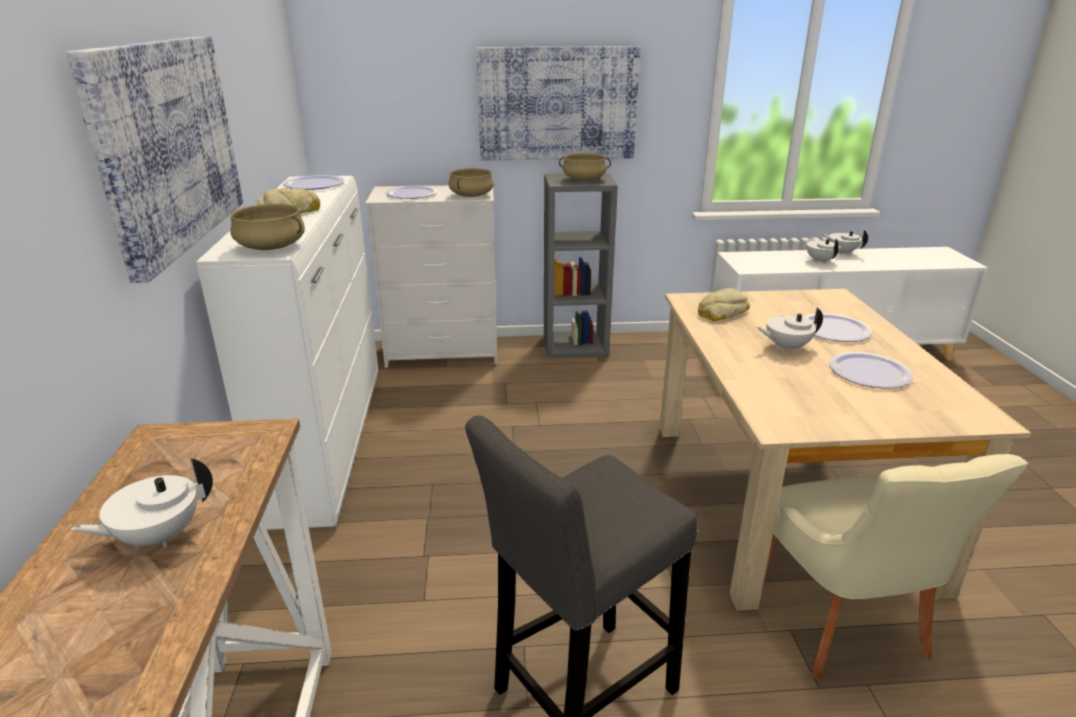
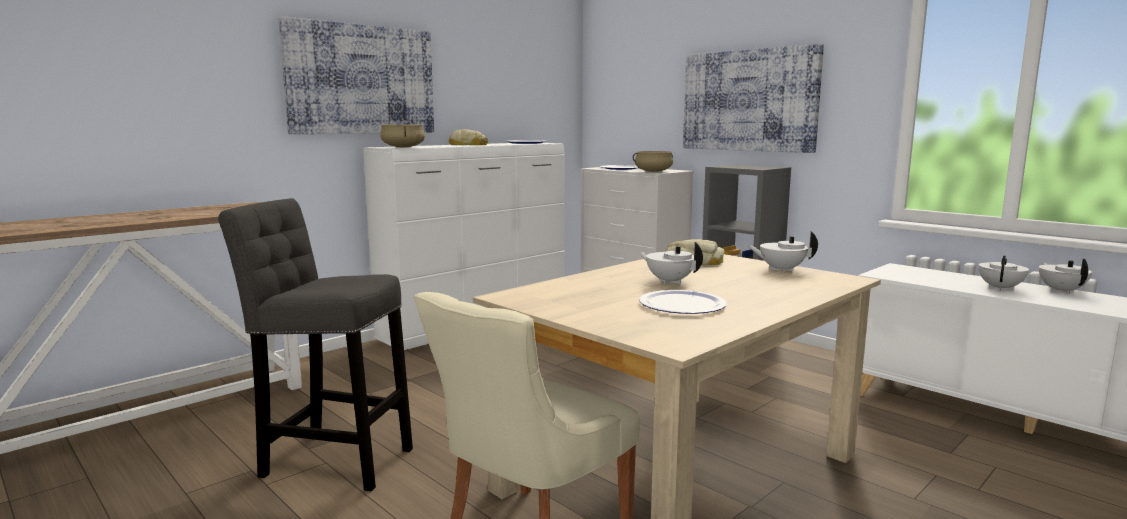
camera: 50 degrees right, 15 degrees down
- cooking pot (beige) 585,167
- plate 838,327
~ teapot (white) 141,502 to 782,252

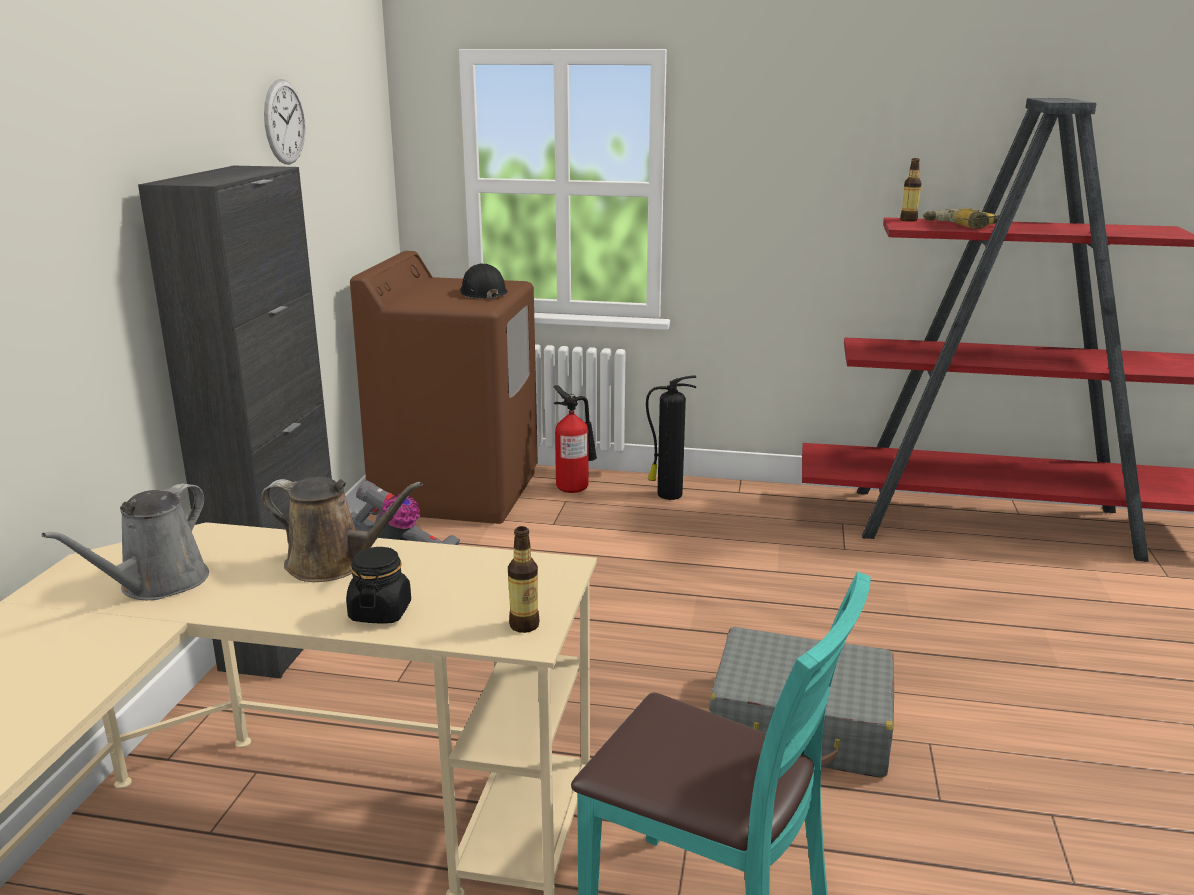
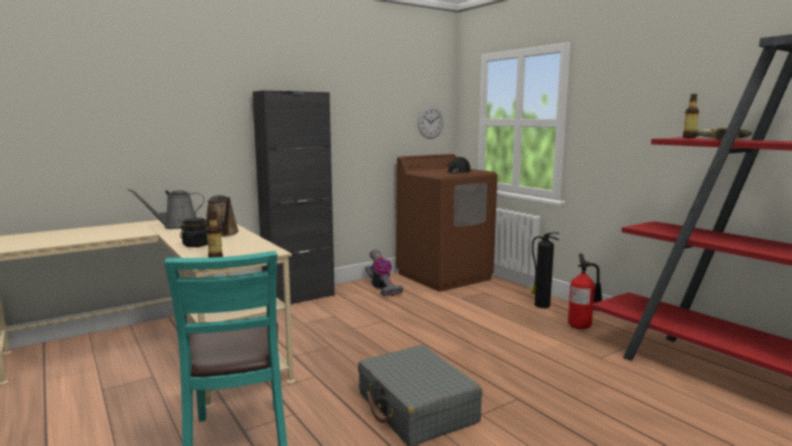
camera: 45 degrees right, 10 degrees down
~ wall clock 284,122 to 430,122
~ fire extinguisher 575,439 to 585,291

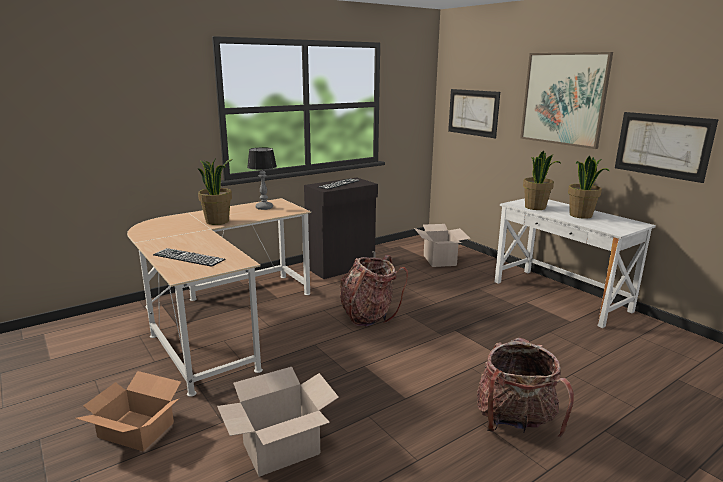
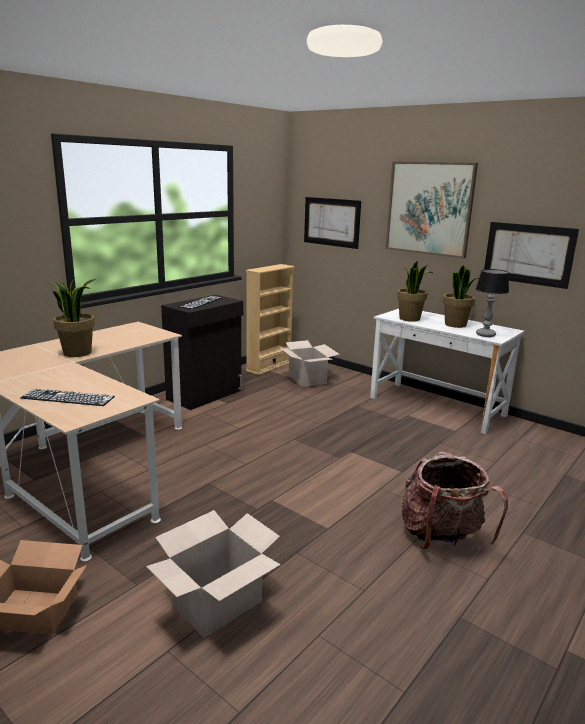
camera: 15 degrees left, 0 degrees up
- backpack 374,290
+ bookcase (beige) 270,319
~ table lamp 262,178 to 492,303

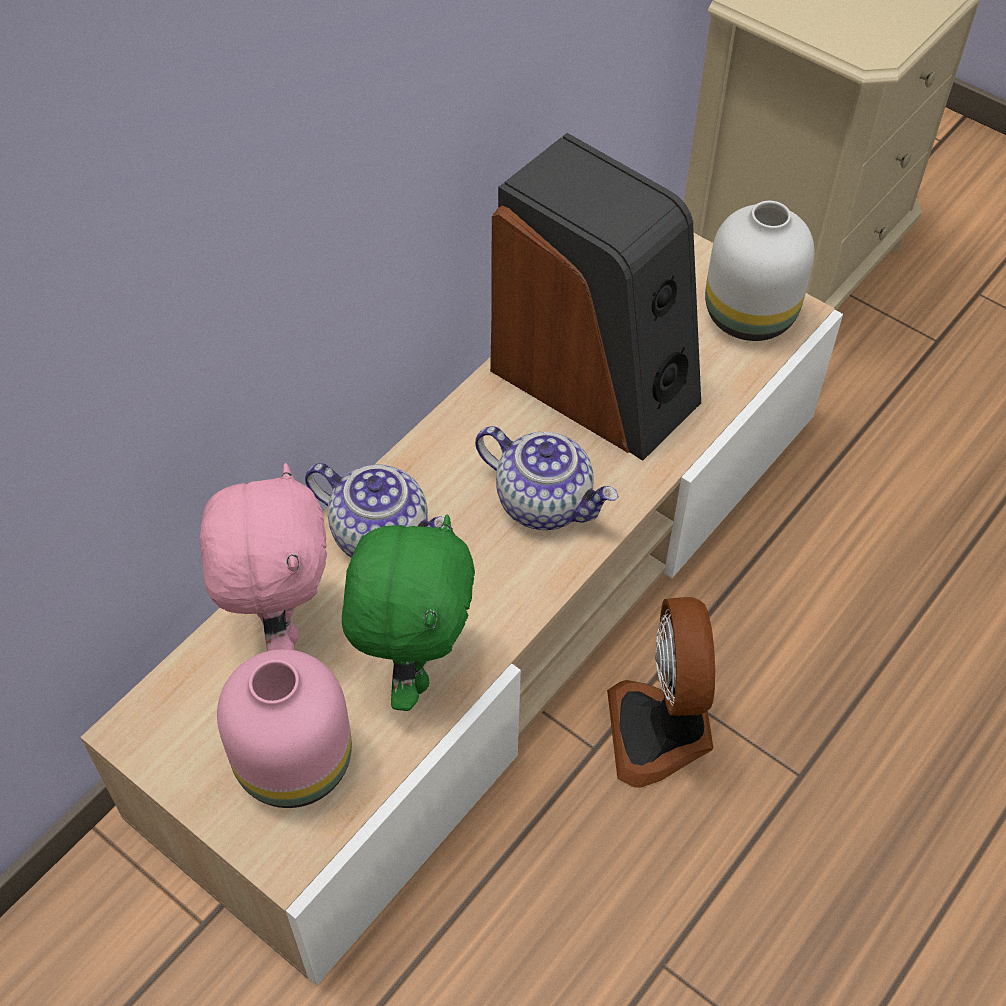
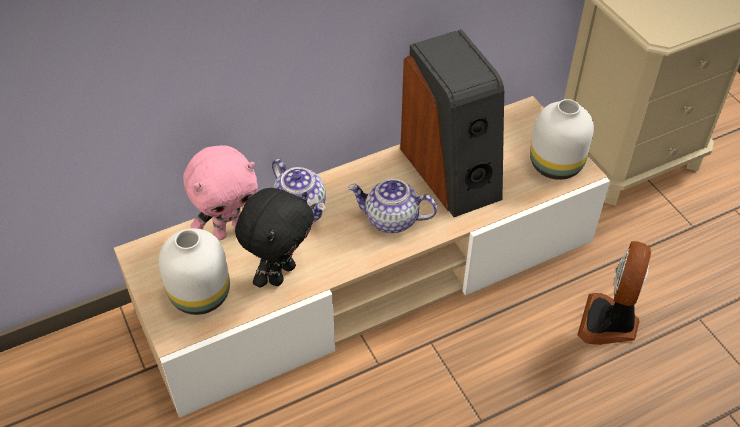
camera: 25 degrees right, 5 degrees down
~ fan 661,692 to 614,293
~ vase (pink) 284,728 to vase (white) 194,271
~ plush toy (green) 408,612 to plush toy (black) 274,238
~ plush toy (pink) 263,557 = 220,192 45 degrees clockwise
~ teapot 547,478 = 392,206 135 degrees clockwise

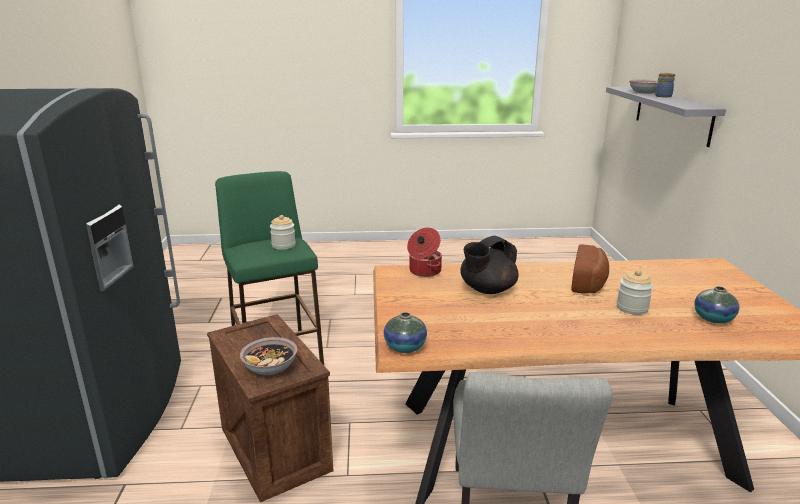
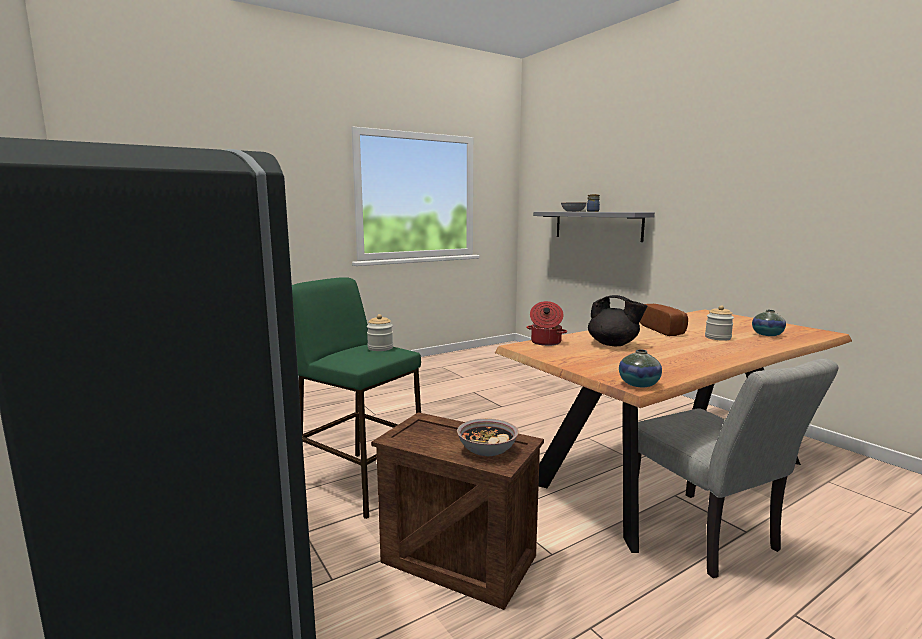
camera: 30 degrees left, 10 degrees down
~ teapot (black) 489,265 = 617,320 75 degrees counterclockwise

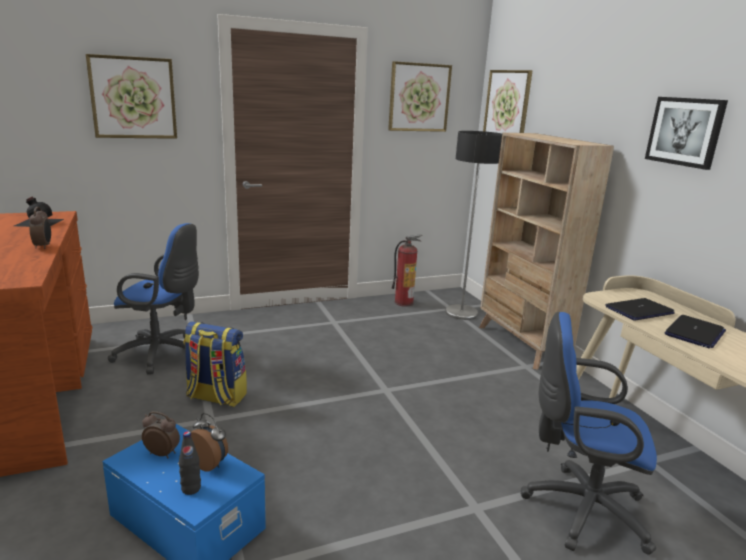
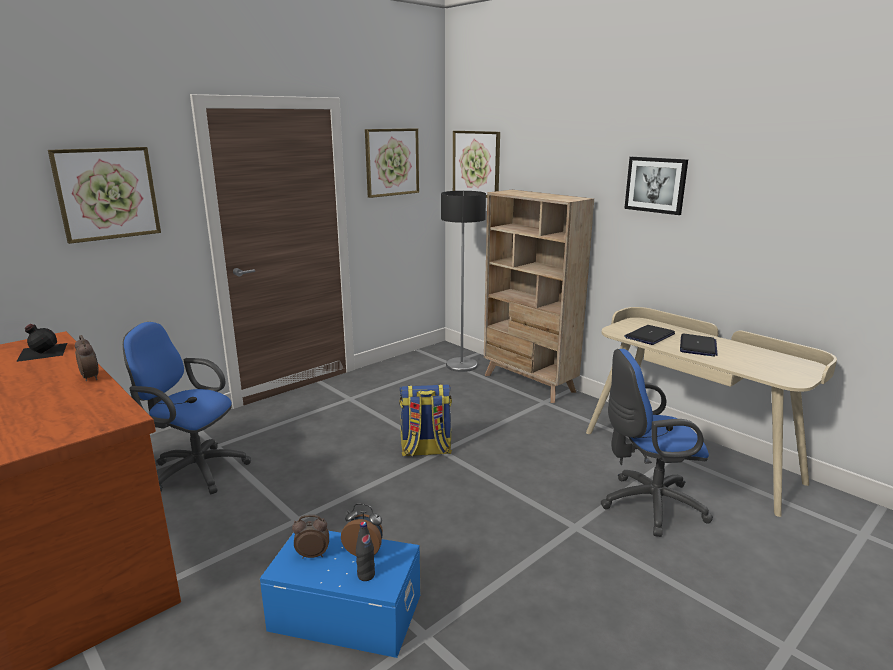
camera: 20 degrees left, 0 degrees up
- fire extinguisher 407,270
~ backpack 215,364 to 425,420
~ office chair (blue) 153,298 = 187,408 150 degrees counterclockwise

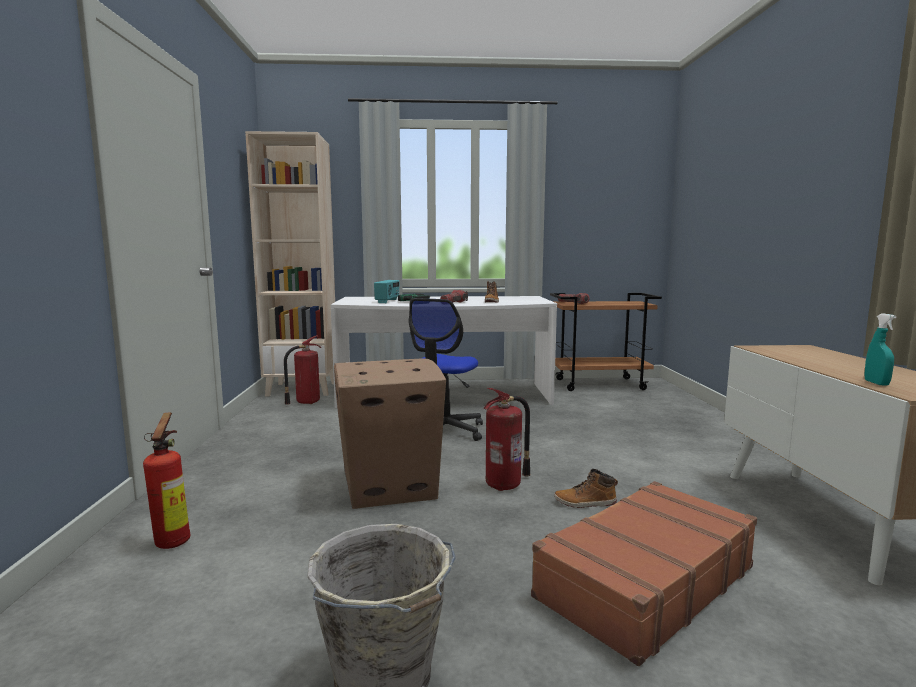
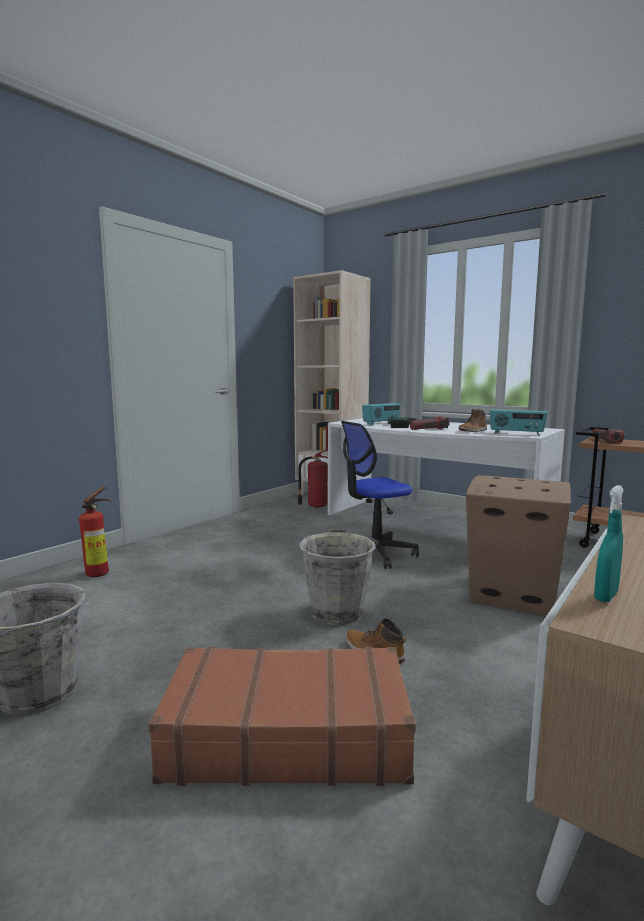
camera: 40 degrees right, 0 degrees up
+ radio 519,422
~ cardboard box 390,433 to 518,545
~ fire extinguisher 507,439 to bucket (grey) 338,577

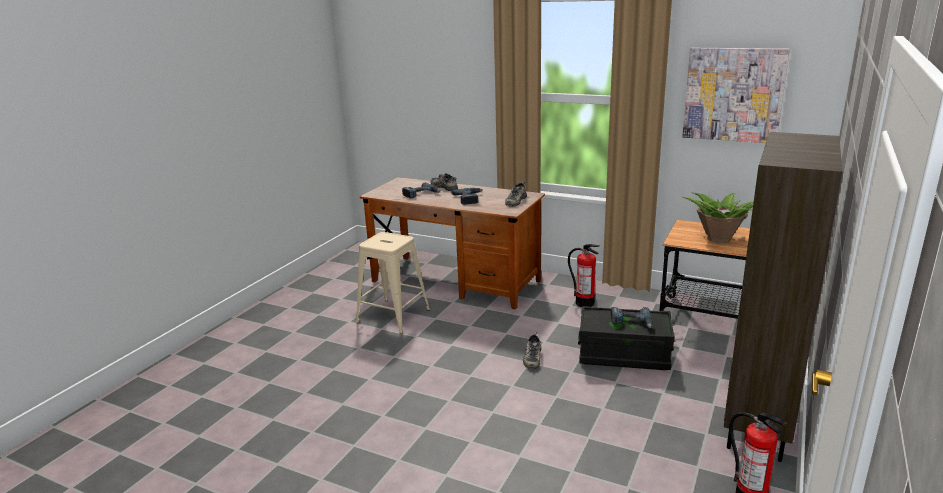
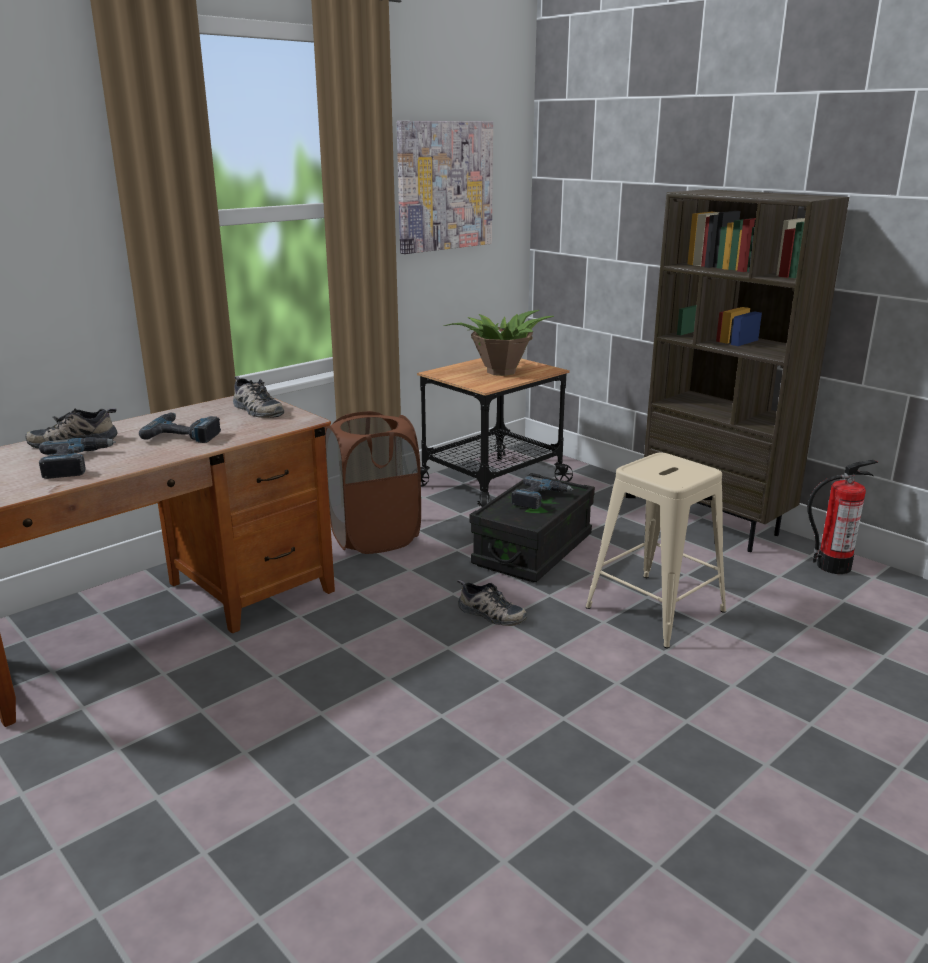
camera: 70 degrees left, 0 degrees up
~ stool (beige) 393,283 to 655,550
~ fire extinguisher 584,275 to laundry basket (brown) 373,482

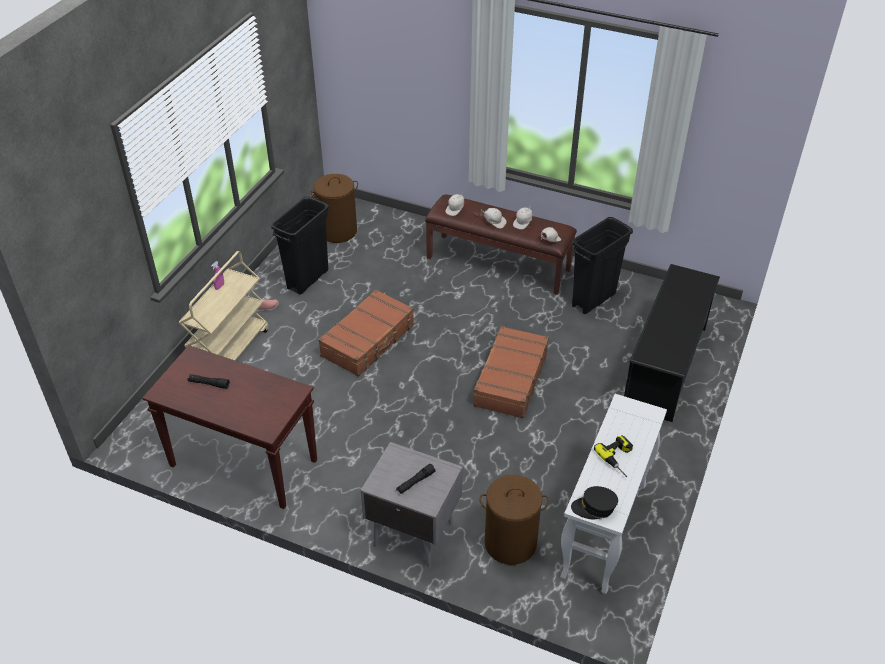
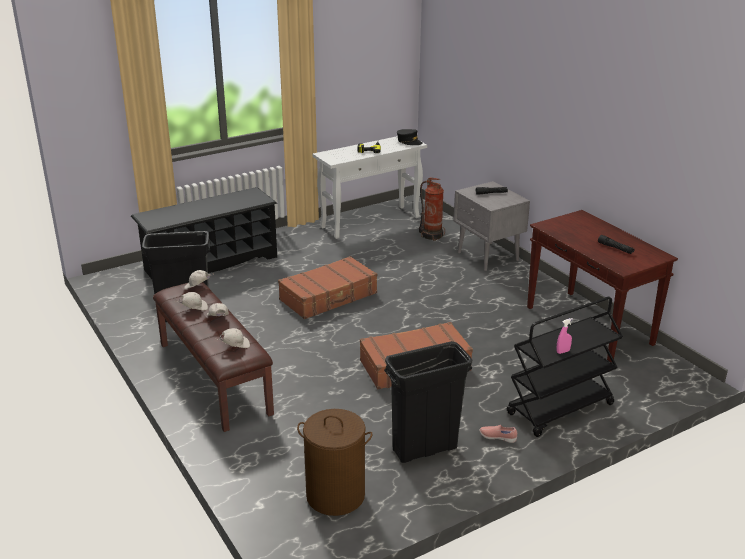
camera: 145 degrees left, 15 degrees down
~ laundry basket (brown) 514,520 to fire extinguisher 432,209
~ cart (beige) 223,306 to cart (black) 565,367

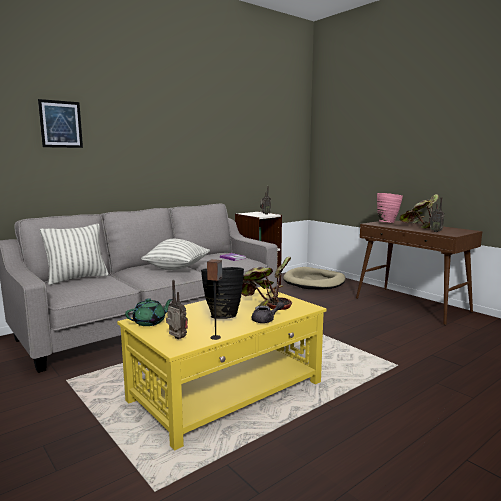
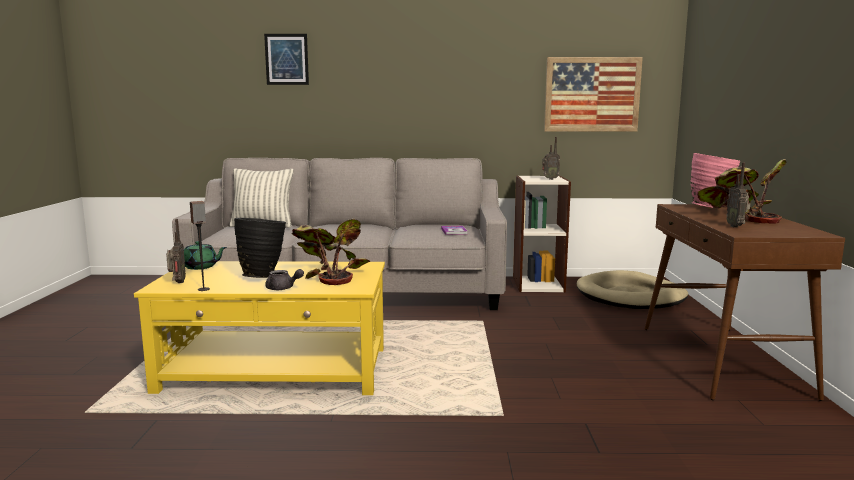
camera: 40 degrees right, 0 degrees up
- pillow 175,254
+ picture 593,94

